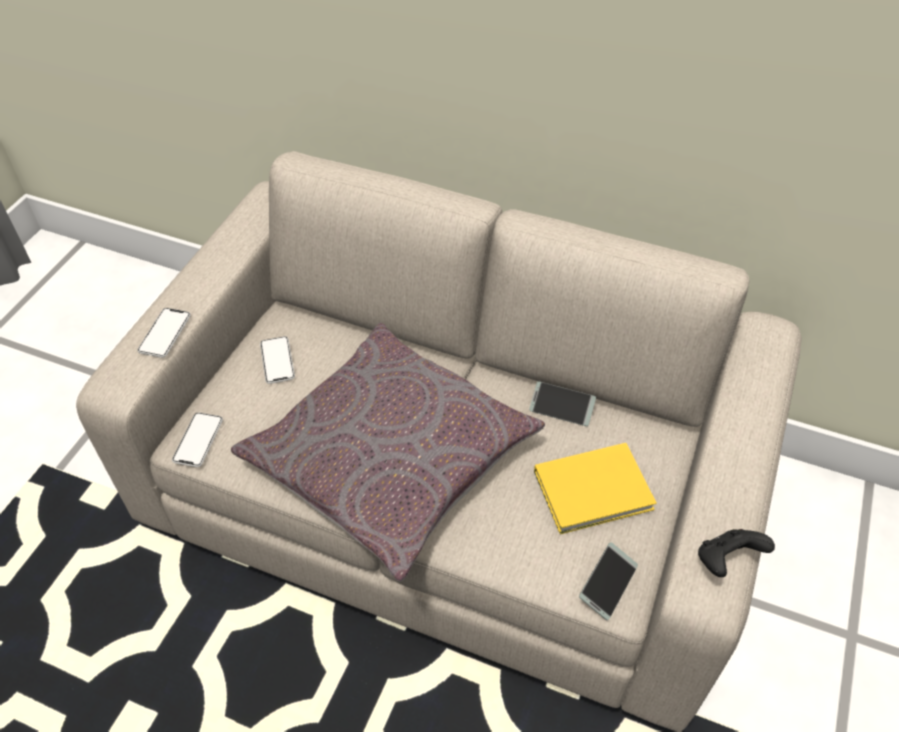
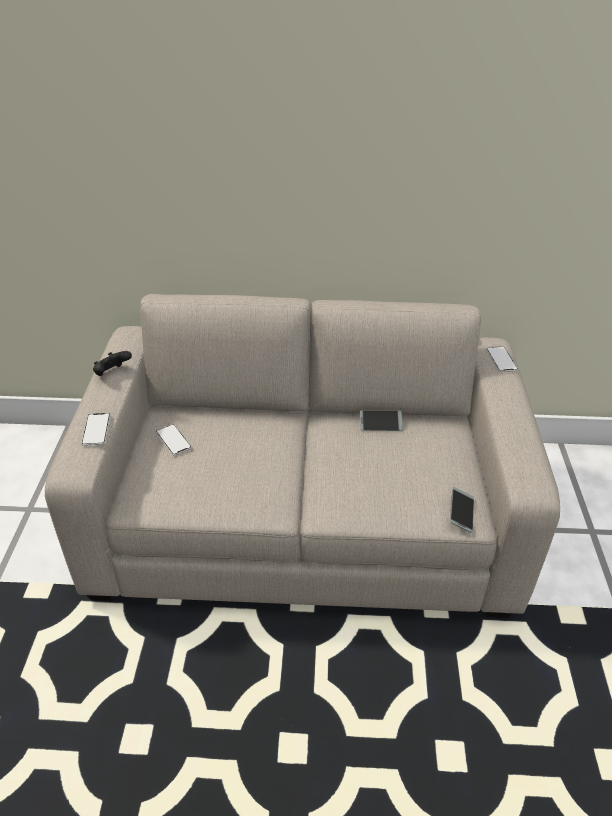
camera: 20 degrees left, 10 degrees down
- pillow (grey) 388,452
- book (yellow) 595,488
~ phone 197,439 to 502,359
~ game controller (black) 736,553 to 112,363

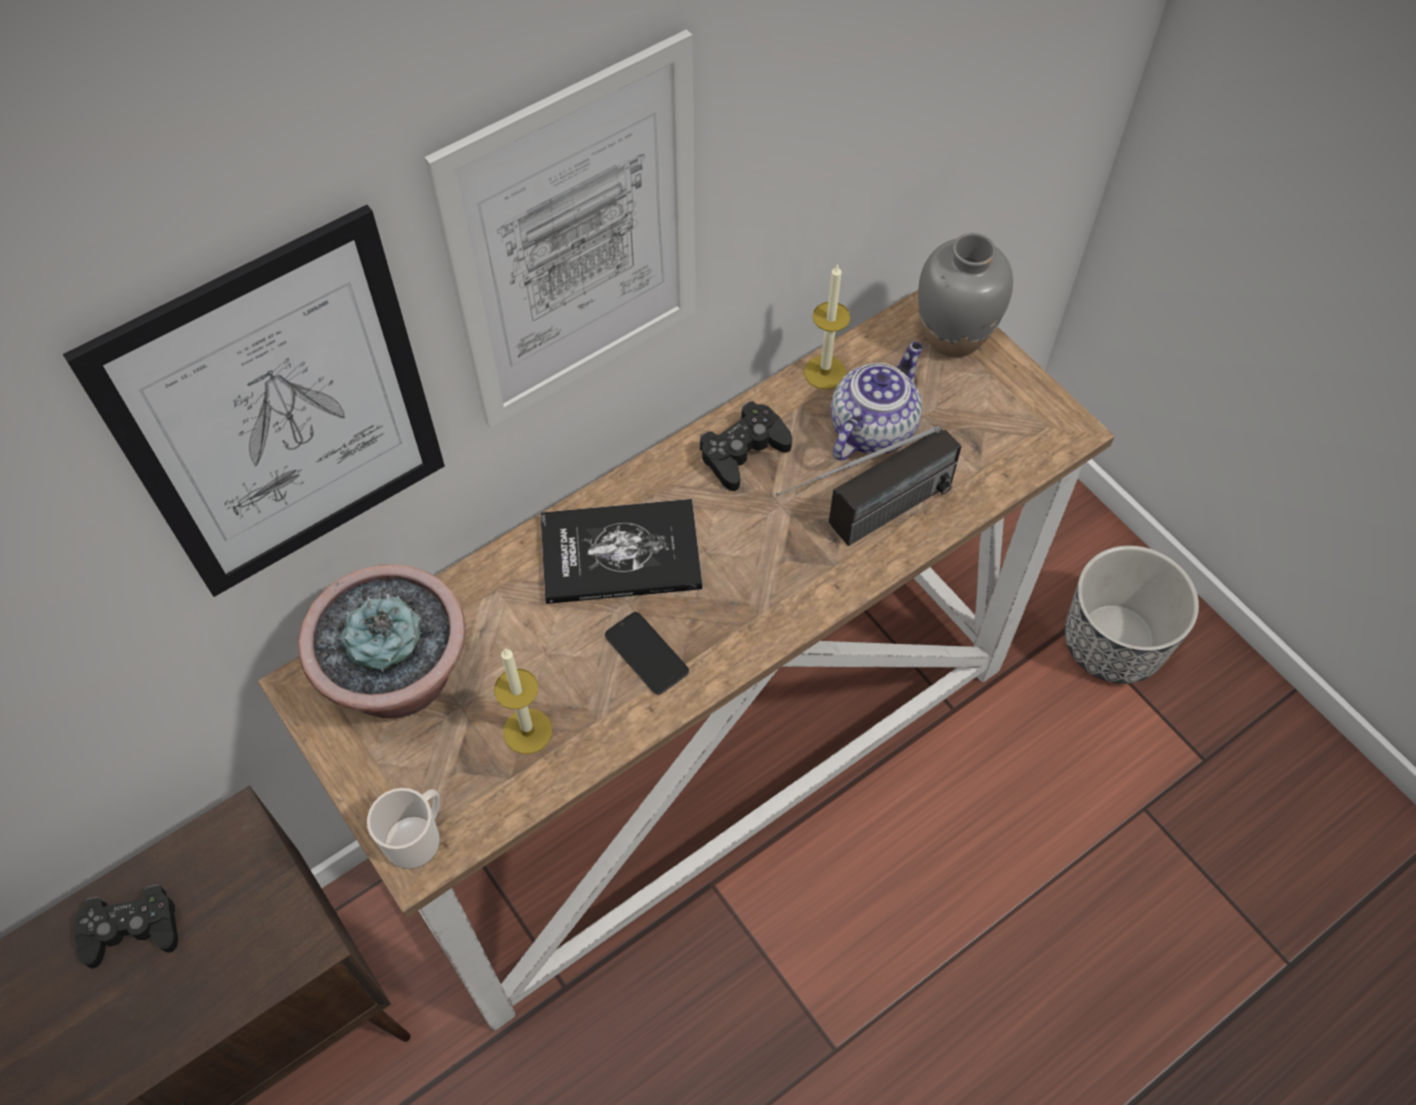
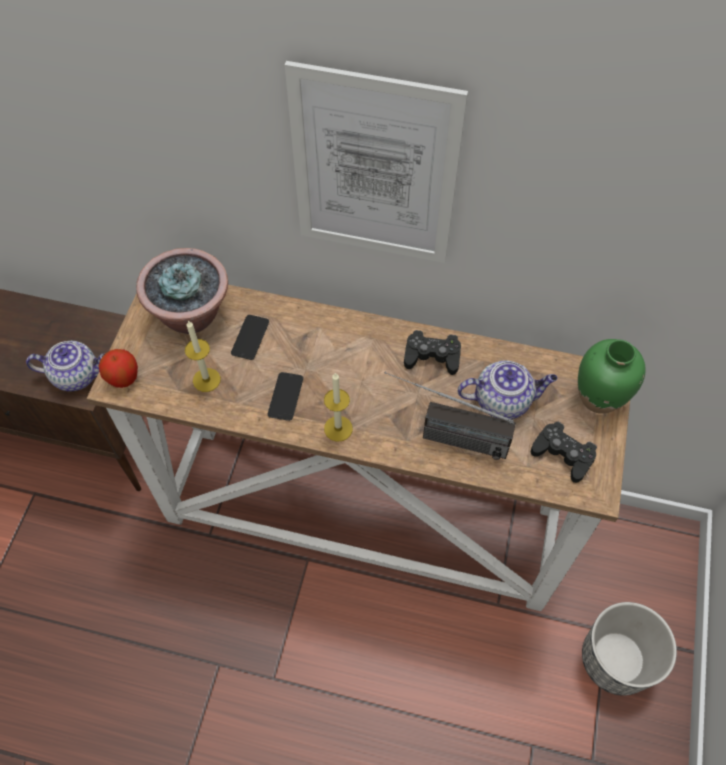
camera: 50 degrees right, 0 degrees up
- picture 254,401
- book 622,551
+ teapot 65,366
+ phone 250,337
~ game controller (black) 126,926 to 564,452
~ candle 827,326 to 338,407
~ mug 403,828 to apple 118,368
~ vase (grey) 965,295 to vase (green) 612,376

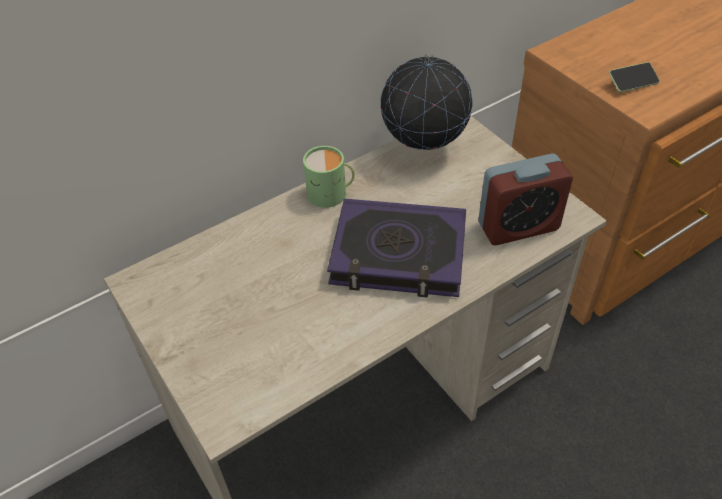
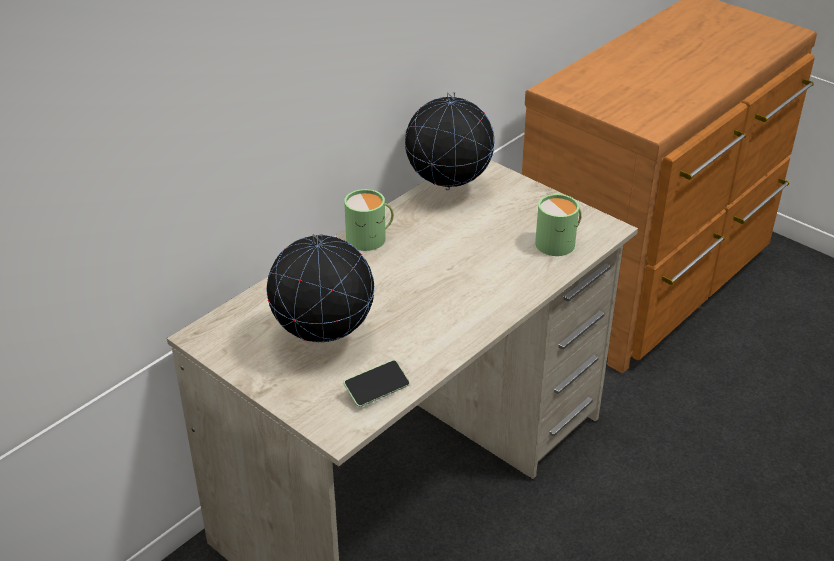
camera: 15 degrees left, 10 degrees down
- book 396,248
+ globe 321,288
~ phone 634,77 to 376,383
~ alarm clock 525,199 to mug (green) 558,225

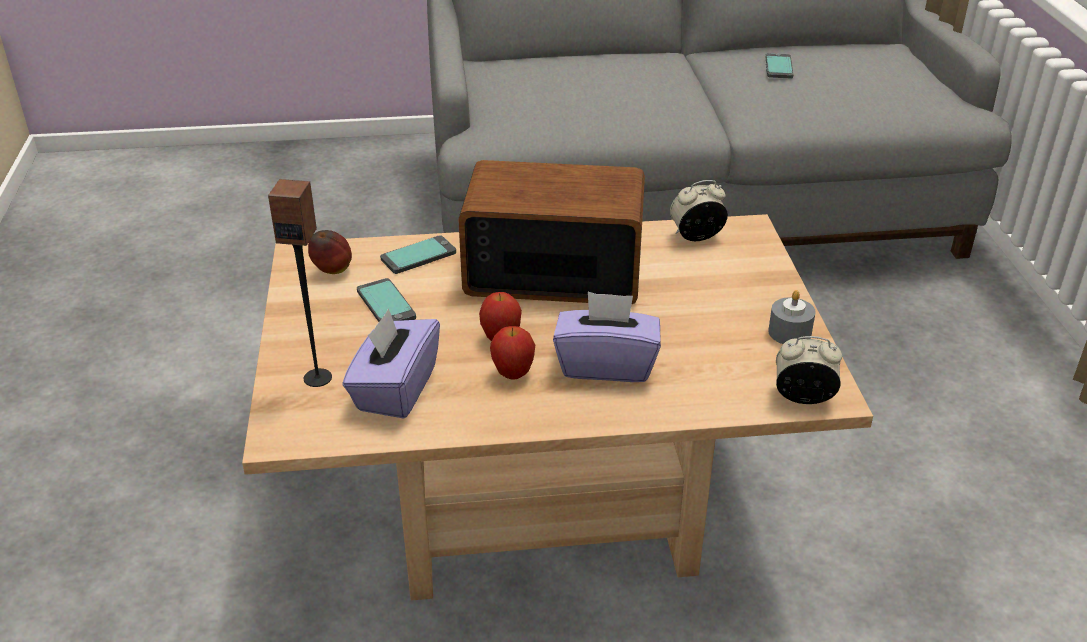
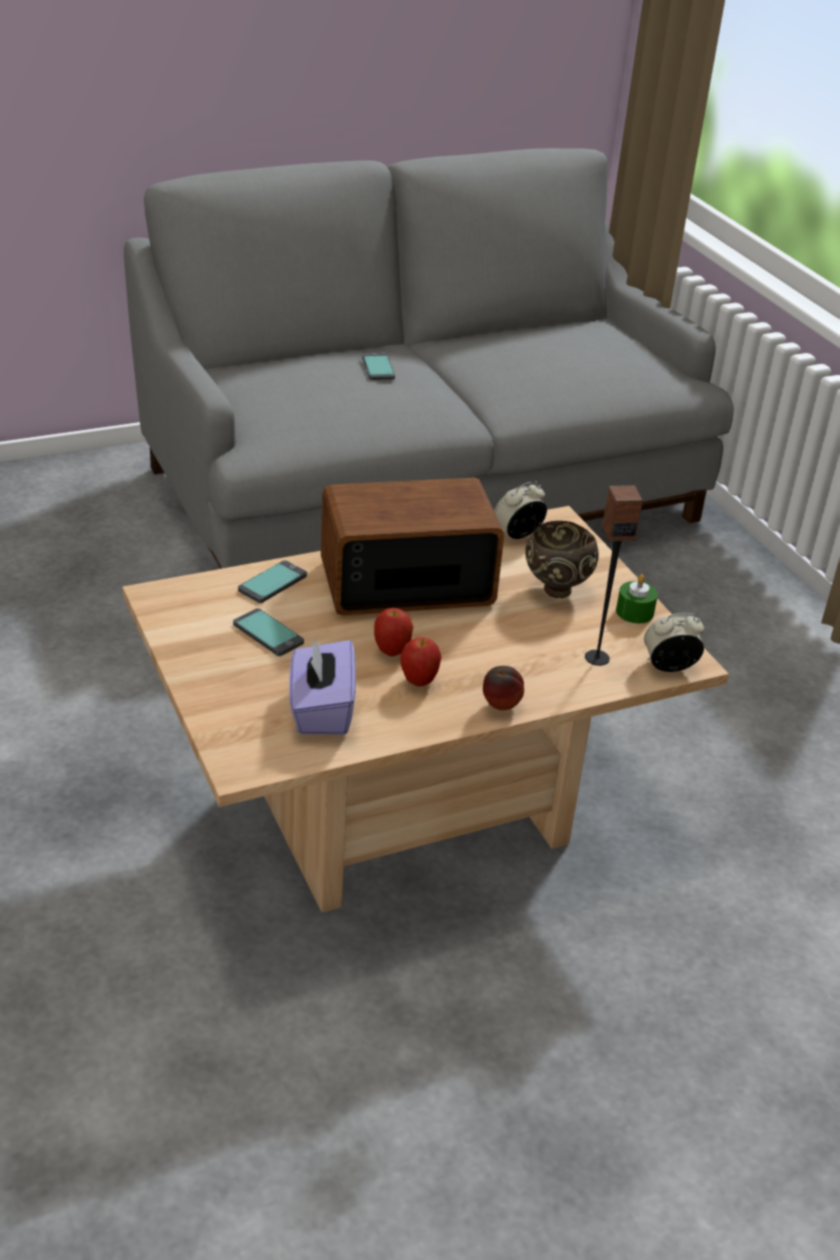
camera: 20 degrees left, 0 degrees up
- tissue box (purple) 607,337
+ bowl (brown) 562,559
~ speaker 300,283 to 614,575
~ apple 330,252 to 503,688
~ phone 780,65 to 378,366
~ candle (grey) 792,317 to candle (green) 637,599

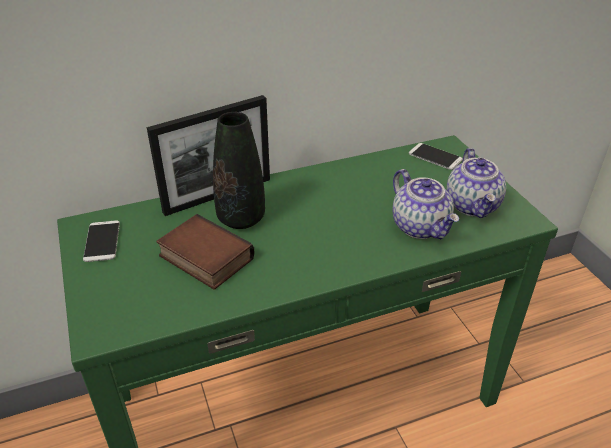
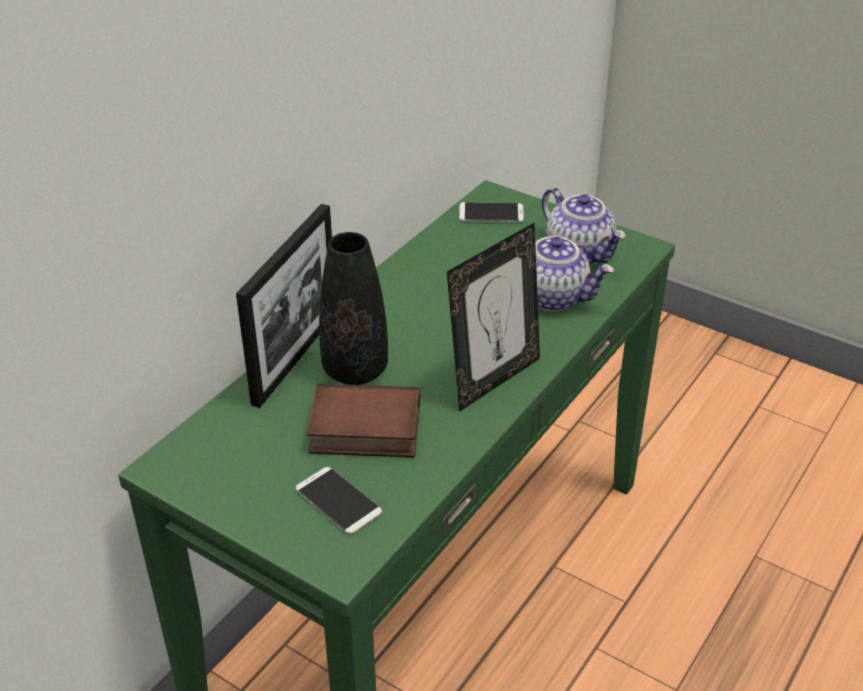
camera: 35 degrees left, 0 degrees up
+ picture frame 493,317
~ phone 101,241 to 339,500

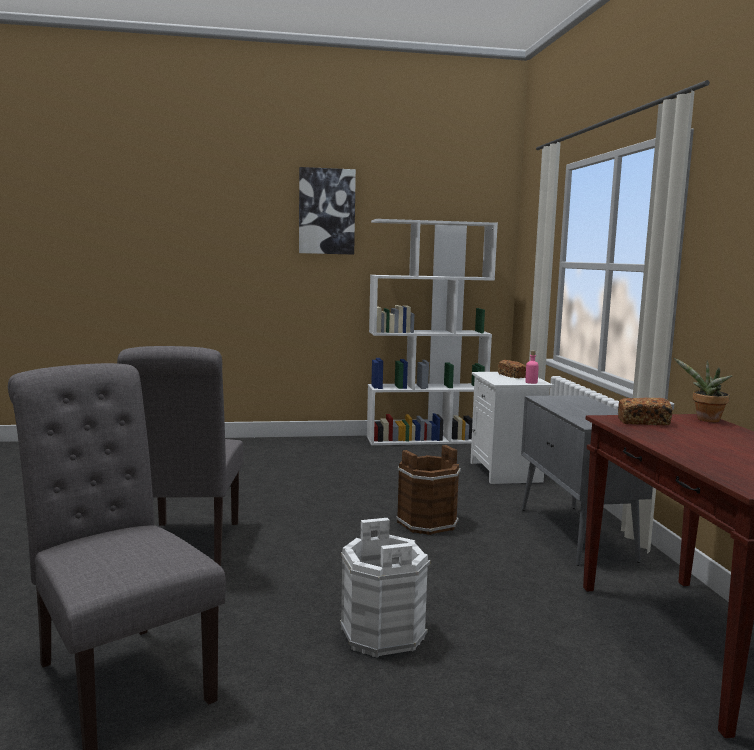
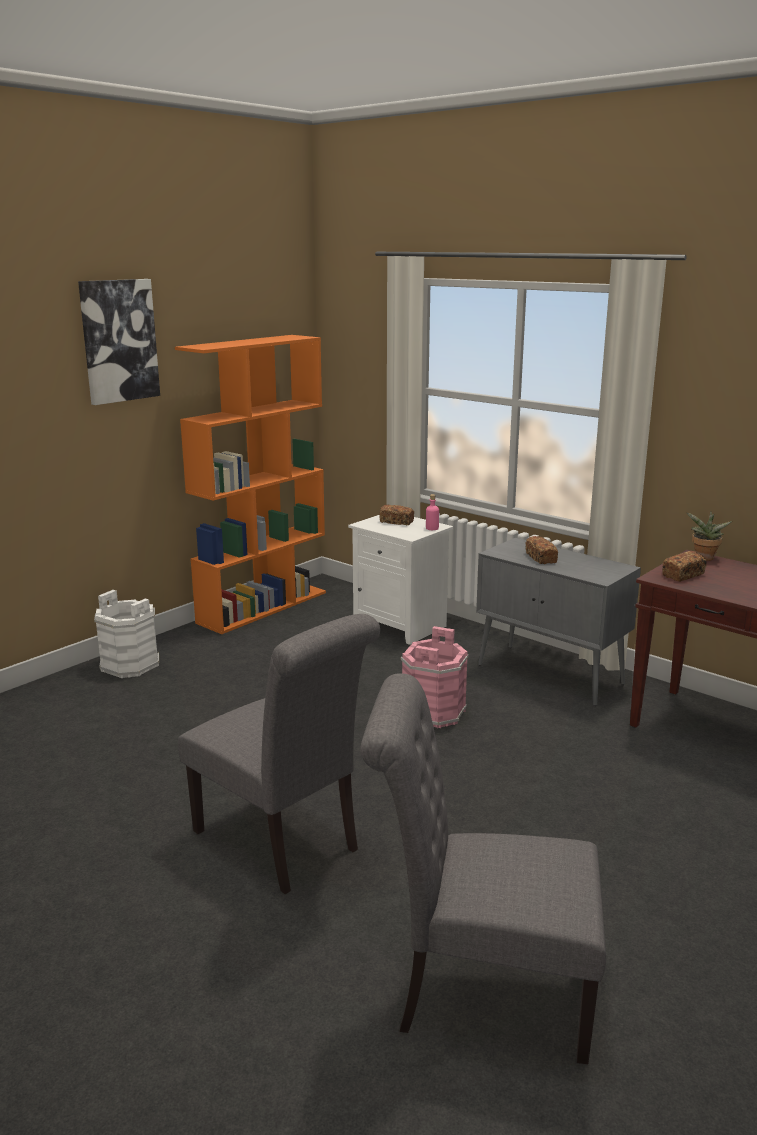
camera: 40 degrees left, 10 degrees up
+ bread 541,550
~ bucket (white) 385,588 to 126,634
~ bookcase (white) 432,332 to bookcase (orange) 250,484
~ bucket (brown) 428,490 to bucket (pink) 435,677

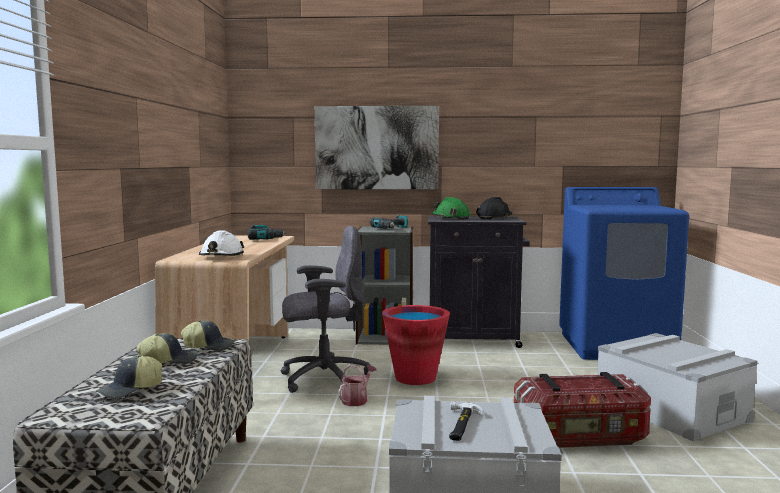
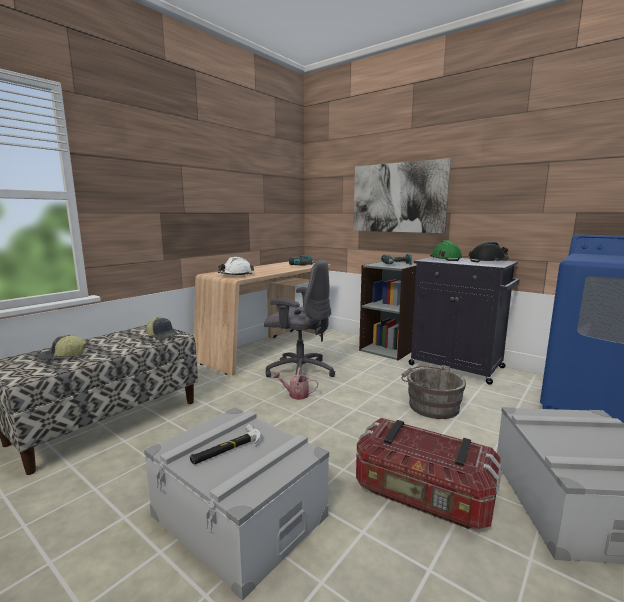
camera: 35 degrees right, 5 degrees up
- cap 167,348
- bucket (red) 416,345
+ bucket (grey) 433,392
~ watering can 357,385 = 295,383 150 degrees counterclockwise

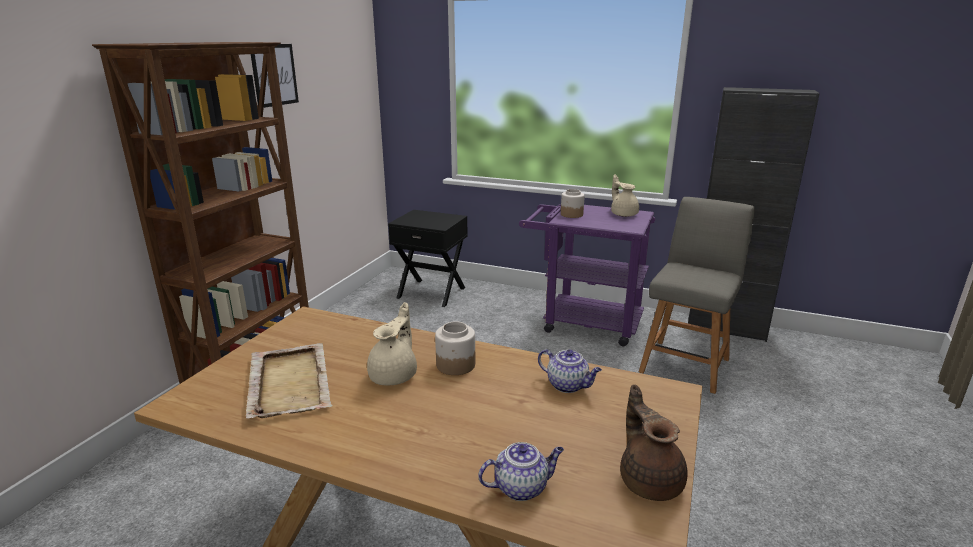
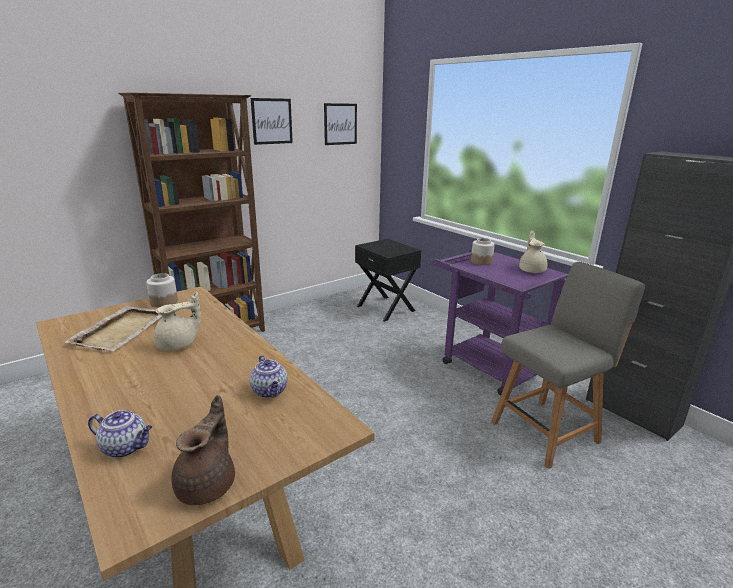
camera: 30 degrees right, 0 degrees up
+ picture 340,124
~ jar 455,348 to 162,290

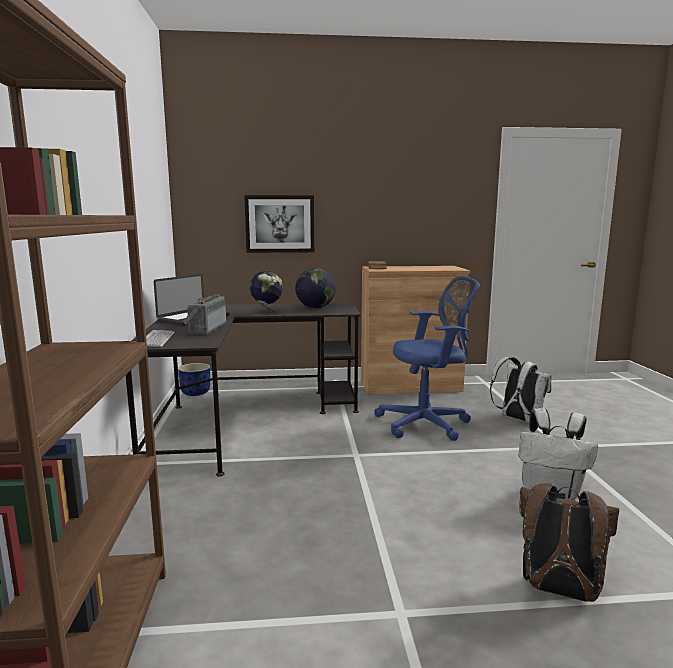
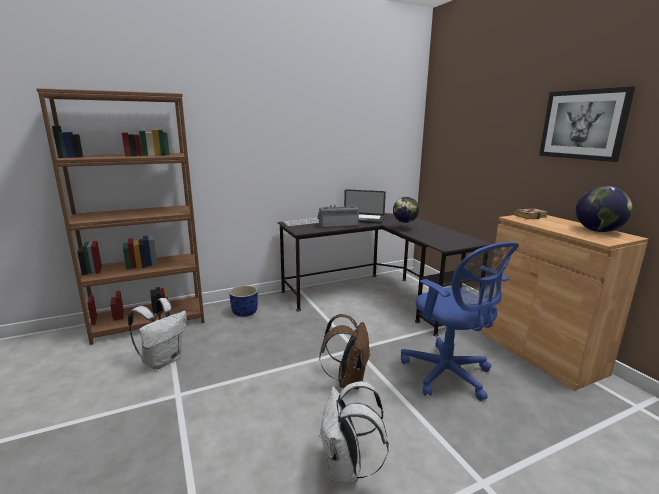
camera: 70 degrees right, 5 degrees up
~ planter (blue) 194,379 to 243,301
~ picture 279,224 to 587,124
~ globe 315,288 to 604,209
~ backpack (white) 521,389 to 157,333
~ backpack (brown) 569,542 to 345,352

